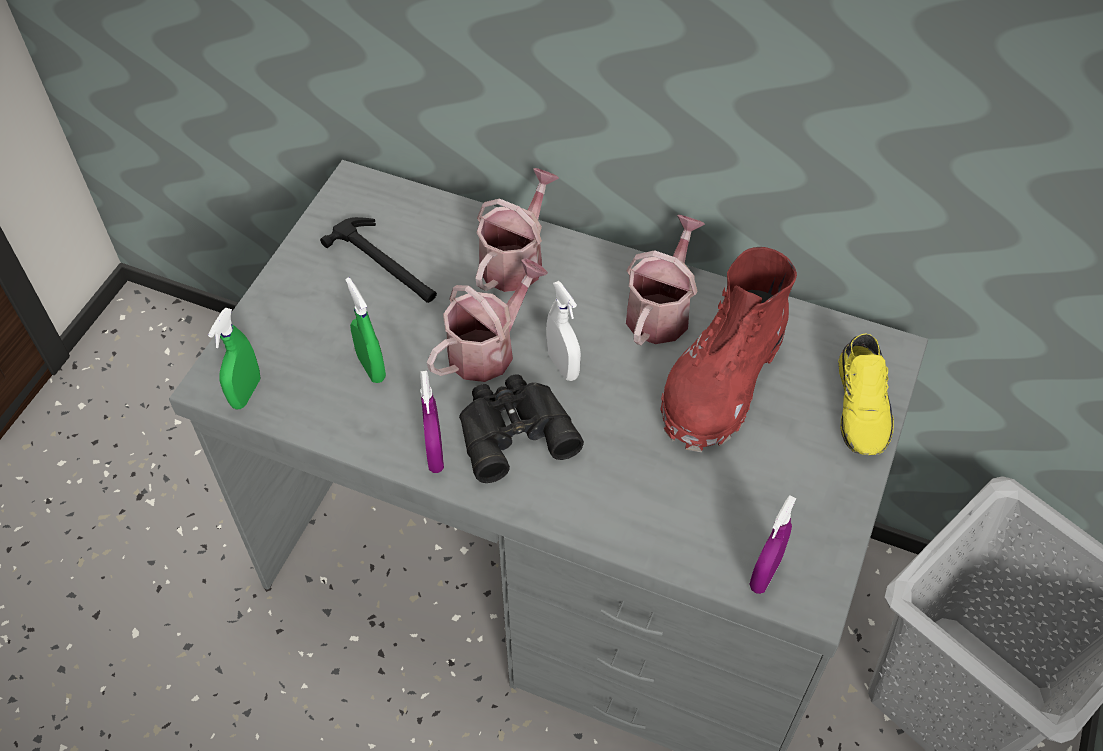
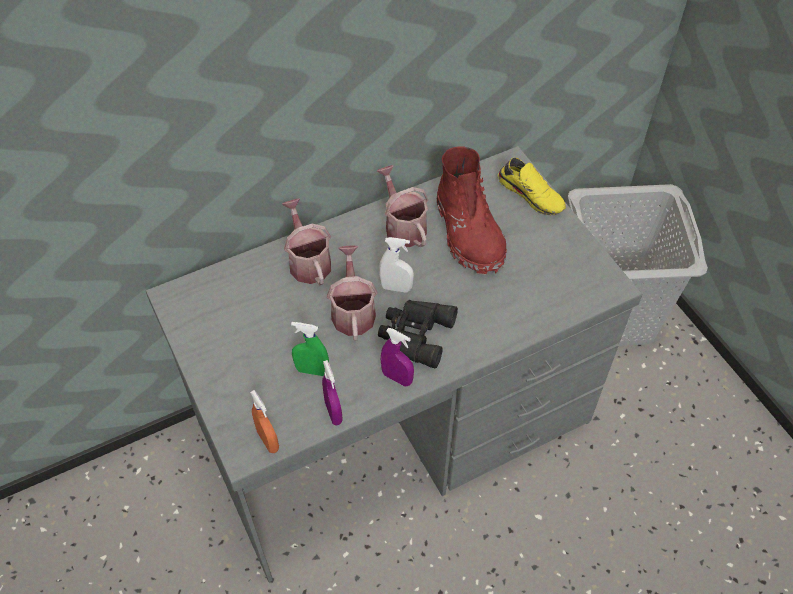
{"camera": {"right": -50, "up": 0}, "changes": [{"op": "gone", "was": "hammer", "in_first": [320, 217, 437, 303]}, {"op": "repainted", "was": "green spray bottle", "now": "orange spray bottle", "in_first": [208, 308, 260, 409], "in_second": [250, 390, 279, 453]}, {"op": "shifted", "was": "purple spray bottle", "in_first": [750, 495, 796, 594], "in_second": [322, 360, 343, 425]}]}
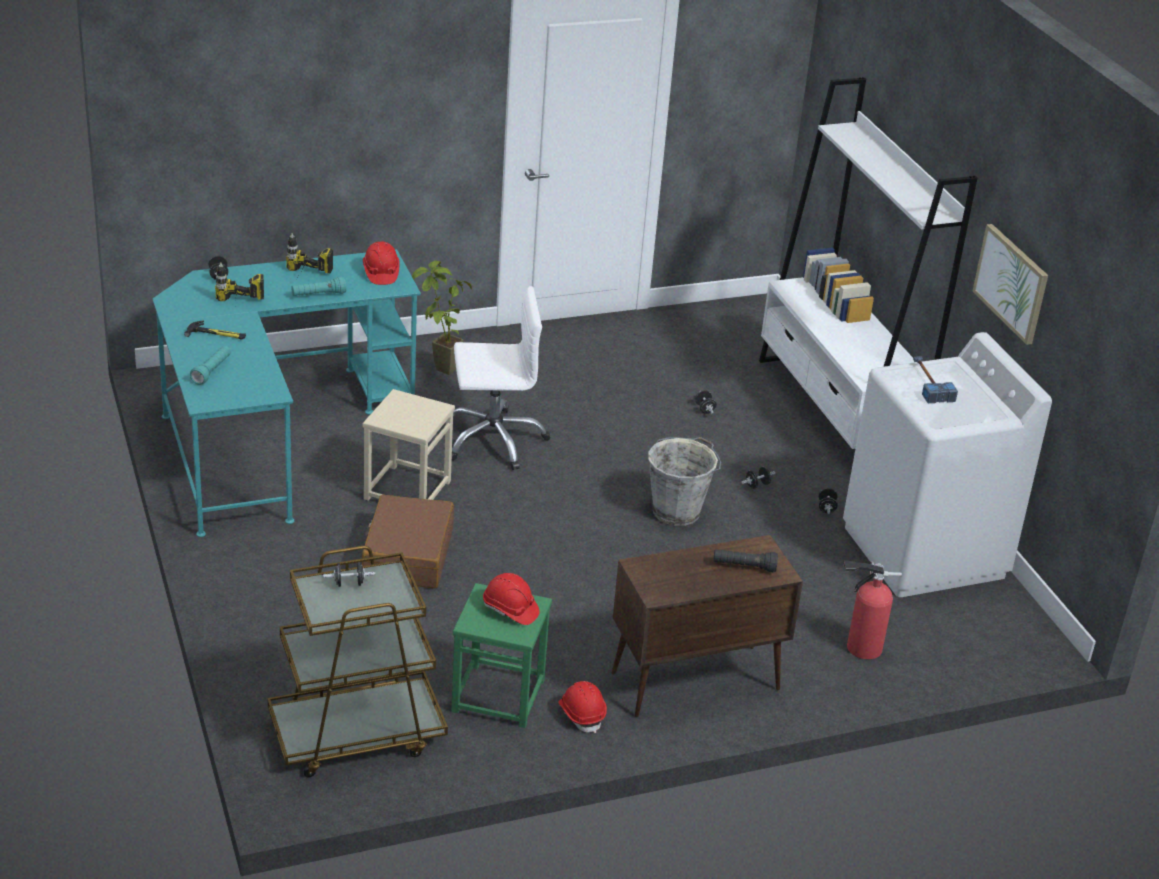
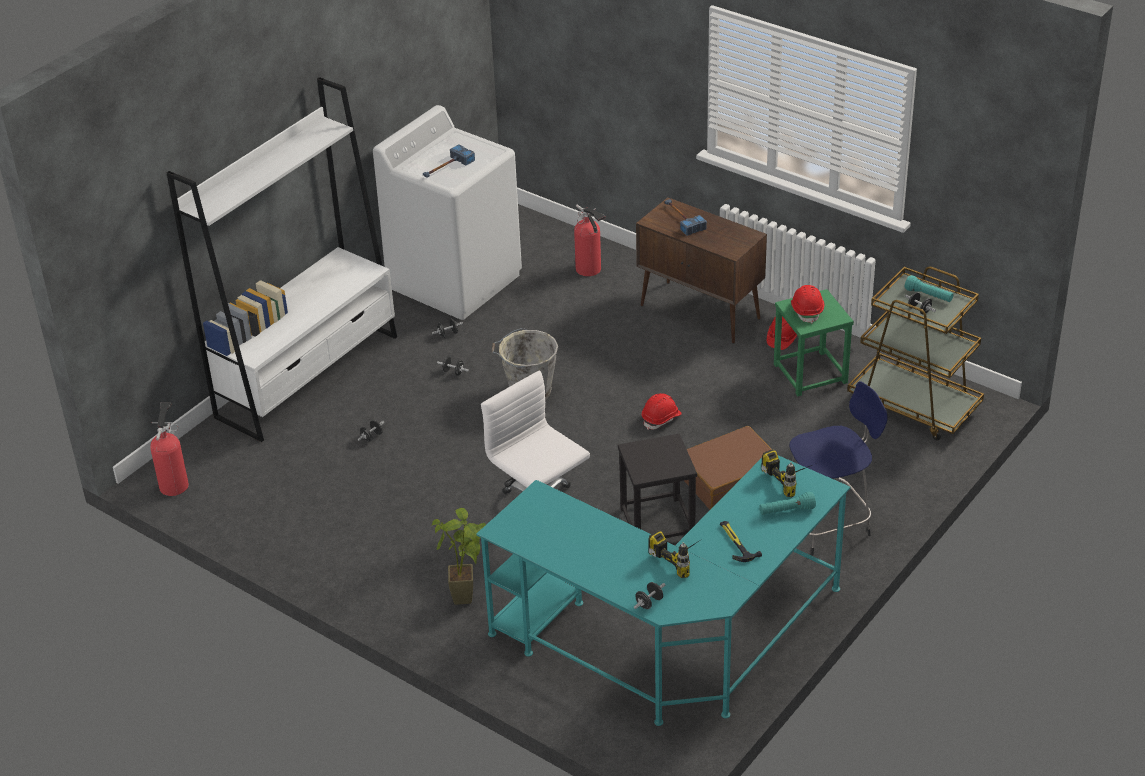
{"camera": {"right": -120, "up": 5}, "changes": [{"op": "gone", "was": "picture", "in_first": [972, 224, 1048, 345]}, {"op": "shifted", "was": "power drill", "in_first": [286, 233, 333, 275], "in_second": [761, 449, 812, 497]}, {"op": "shifted", "was": "red hard hat", "in_first": [363, 242, 400, 285], "in_second": [642, 393, 682, 430]}, {"op": "shifted", "was": "turquoise flashlight", "in_first": [291, 277, 346, 296], "in_second": [905, 275, 953, 302]}, {"op": "repainted", "was": "beige stool", "now": "black stool", "in_first": [363, 389, 455, 501], "in_second": [618, 434, 697, 538]}, {"op": "swapped", "was": "black flashlight", "now": "hammer", "in_first": [713, 549, 778, 572], "in_second": [665, 199, 707, 236]}, {"op": "new", "now": "blue stool", "in_second": [790, 381, 888, 556]}, {"op": "new", "now": "fire extinguisher", "in_second": [150, 402, 189, 496]}]}
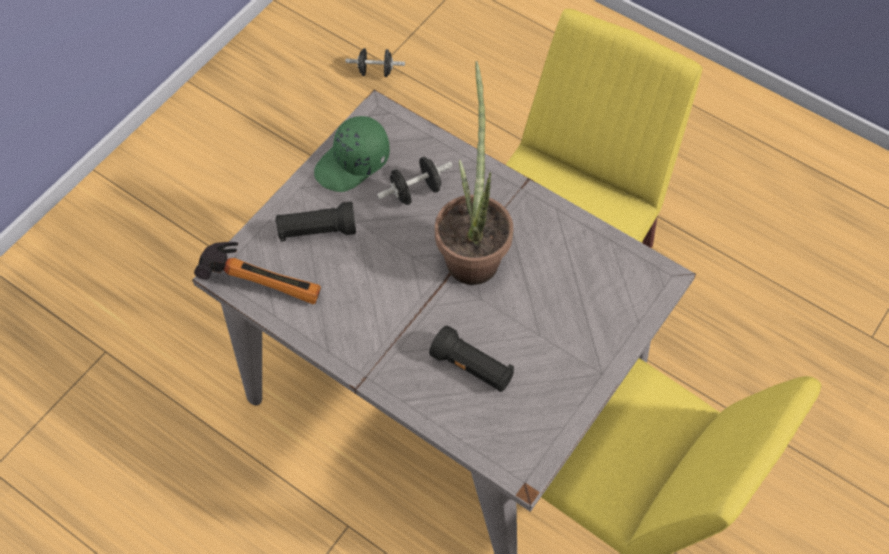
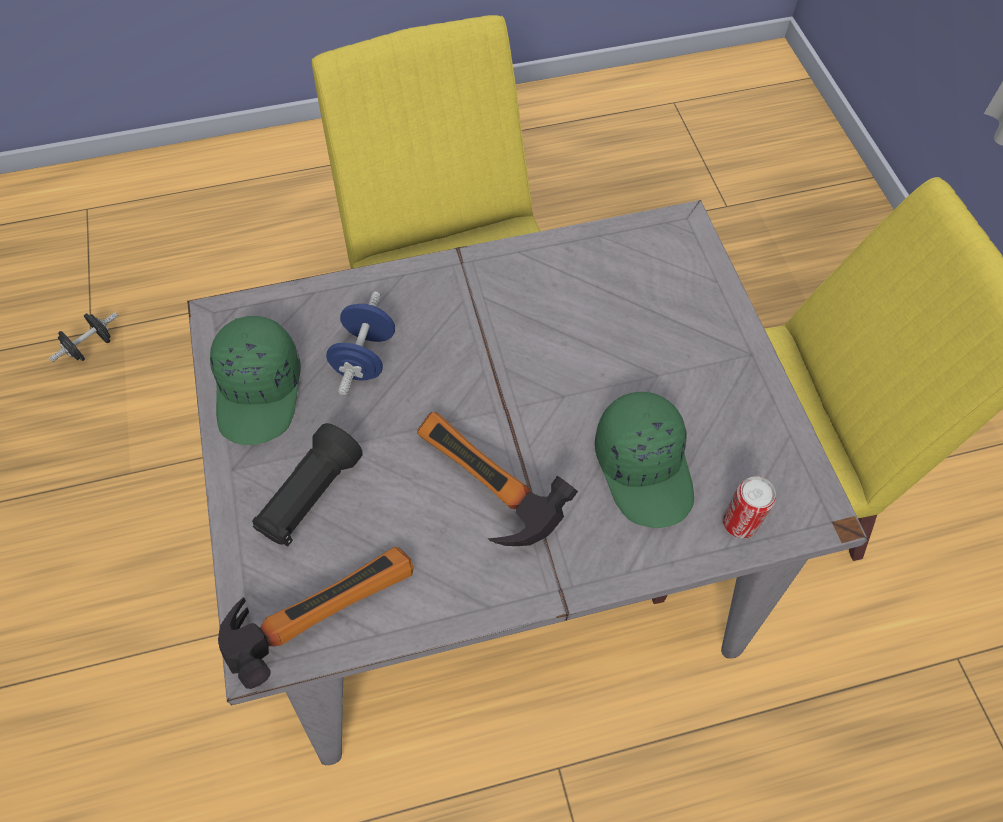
{"camera": {"right": -50, "up": 0}, "changes": [{"op": "gone", "was": "potted plant", "in_first": [435, 61, 513, 285]}, {"op": "repainted", "was": "black dumbbell", "now": "blue dumbbell", "in_first": [377, 157, 453, 205], "in_second": [326, 292, 395, 396]}, {"op": "swapped", "was": "black flashlight", "now": "green cap", "in_first": [429, 326, 514, 392], "in_second": [595, 392, 694, 528]}, {"op": "new", "now": "hammer", "in_second": [417, 412, 578, 546]}, {"op": "new", "now": "can", "in_second": [723, 476, 776, 538]}]}
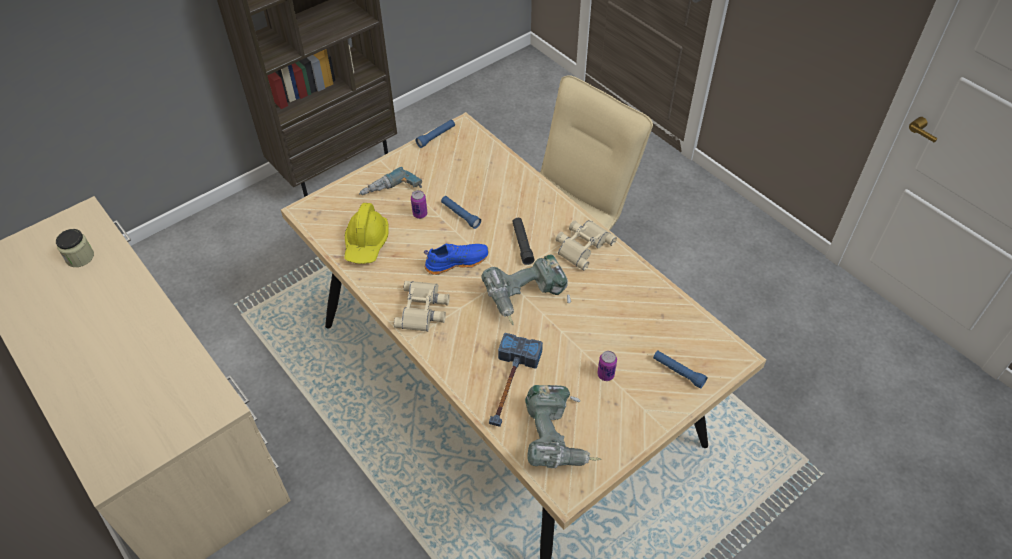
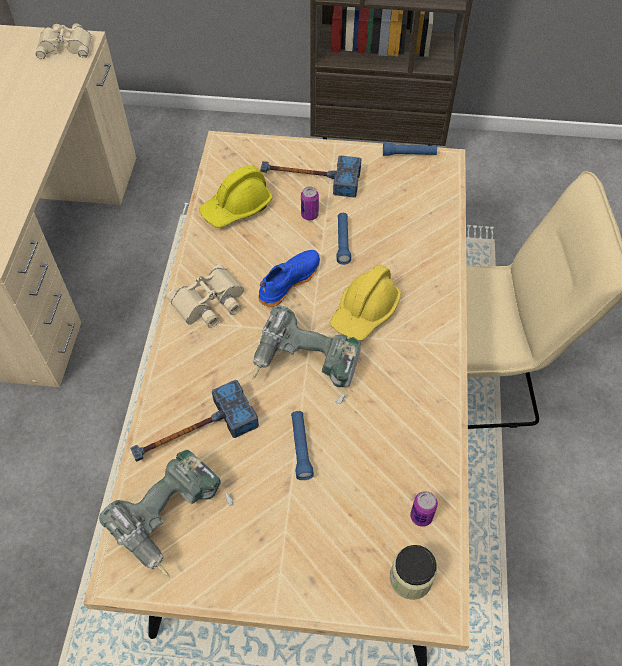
{"camera": {"right": 45, "up": 5}, "changes": [{"op": "swapped", "was": "power drill", "now": "hammer", "in_first": [359, 167, 422, 195], "in_second": [260, 156, 361, 198]}, {"op": "swapped", "was": "black flashlight", "now": "yellow hard hat", "in_first": [512, 218, 535, 265], "in_second": [330, 264, 401, 341]}, {"op": "shifted", "was": "beige binoculars", "in_first": [556, 220, 617, 270], "in_second": [36, 23, 92, 59]}, {"op": "shifted", "was": "jar", "in_first": [56, 229, 94, 267], "in_second": [390, 545, 437, 600]}, {"op": "rotated", "was": "blue shoe", "in_first": [424, 244, 488, 275], "in_second": [258, 250, 320, 307], "clockwise": -75}, {"op": "shifted", "was": "blue flashlight", "in_first": [653, 350, 708, 389], "in_second": [291, 411, 314, 480]}, {"op": "shifted", "was": "can", "in_first": [597, 351, 617, 381], "in_second": [410, 491, 438, 527]}]}
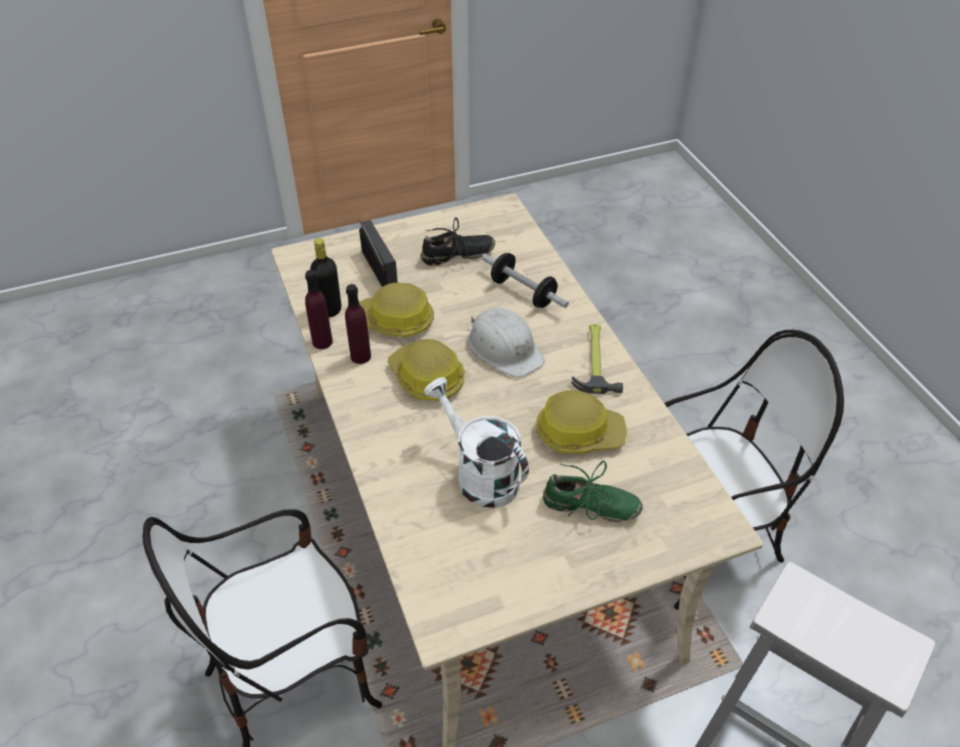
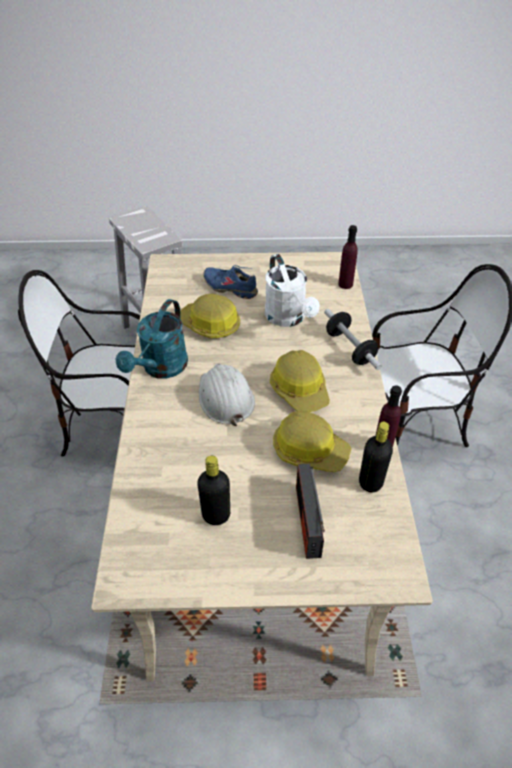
{"camera": {"right": -160, "up": 0}, "changes": [{"op": "swapped", "was": "black shoe", "now": "black bottle", "in_first": [421, 217, 496, 266], "in_second": [197, 456, 230, 525]}, {"op": "shifted", "was": "dumbbell", "in_first": [481, 253, 569, 308], "in_second": [324, 309, 382, 370]}, {"op": "shifted", "was": "purple bottle", "in_first": [345, 284, 371, 364], "in_second": [338, 225, 358, 289]}, {"op": "swapped", "was": "hammer", "now": "turquoise watering can", "in_first": [572, 324, 623, 394], "in_second": [116, 299, 188, 378]}, {"op": "repainted", "was": "green shoe", "now": "blue shoe", "in_first": [543, 461, 643, 522], "in_second": [203, 265, 258, 299]}]}
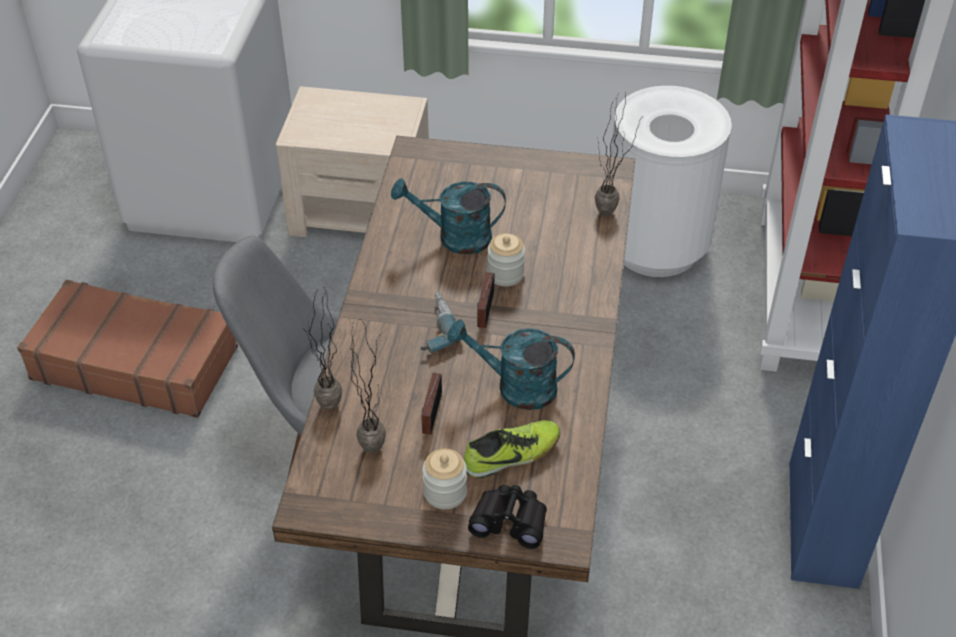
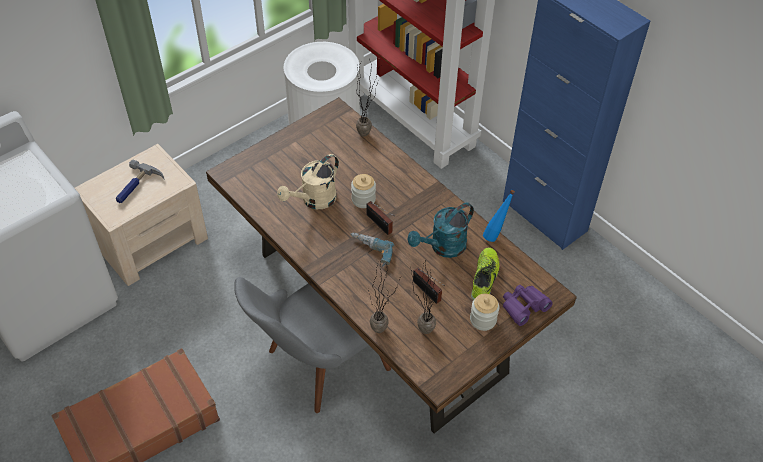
{"camera": {"right": -50, "up": 5}, "changes": [{"op": "repainted", "was": "turquoise watering can", "now": "beige watering can", "in_first": [391, 178, 506, 255], "in_second": [277, 154, 339, 209]}, {"op": "repainted", "was": "black binoculars", "now": "purple binoculars", "in_first": [468, 485, 547, 549], "in_second": [503, 285, 553, 326]}, {"op": "new", "now": "hammer", "in_second": [116, 159, 165, 203]}, {"op": "new", "now": "blue bottle", "in_second": [483, 190, 515, 242]}]}
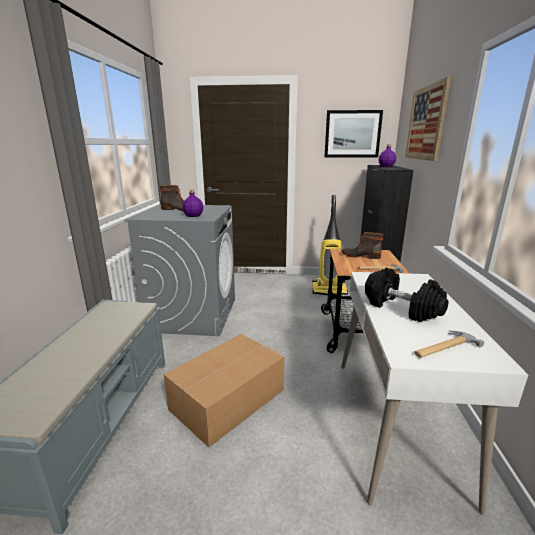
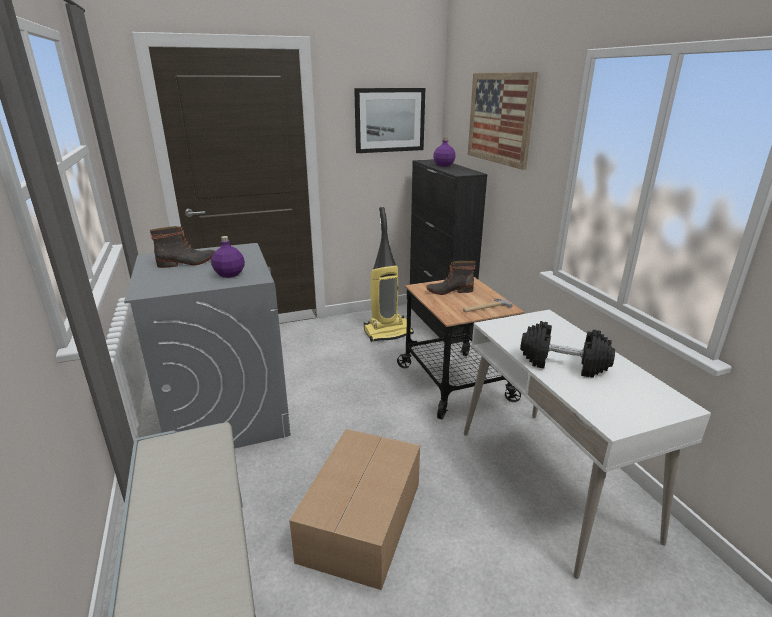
{"camera": {"right": -25, "up": 5}, "changes": [{"op": "gone", "was": "hammer", "in_first": [414, 330, 484, 358]}]}
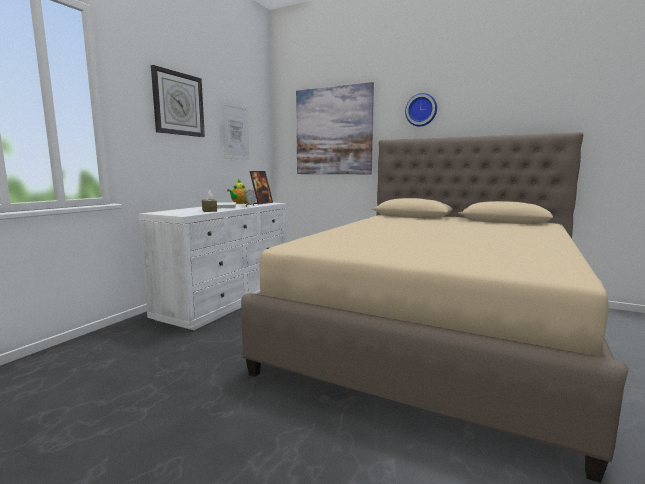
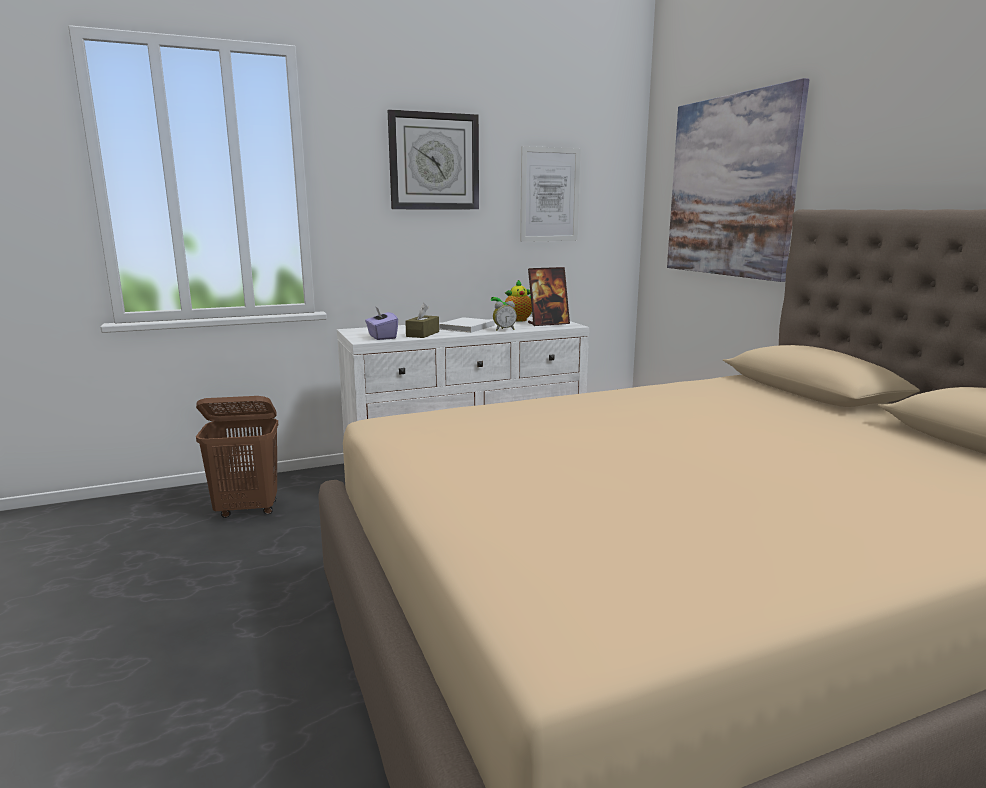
{"camera": {"right": 40, "up": 5}, "changes": [{"op": "gone", "was": "wall clock", "in_first": [405, 93, 437, 127]}, {"op": "new", "now": "purple tissue box", "in_second": [365, 306, 398, 340]}, {"op": "new", "now": "brown laundry basket", "in_second": [196, 396, 278, 518]}]}
